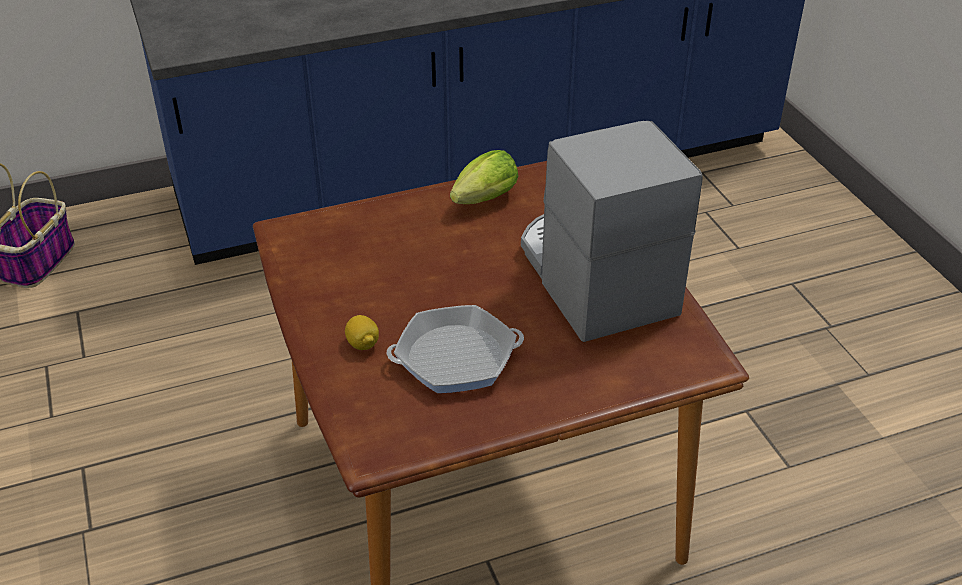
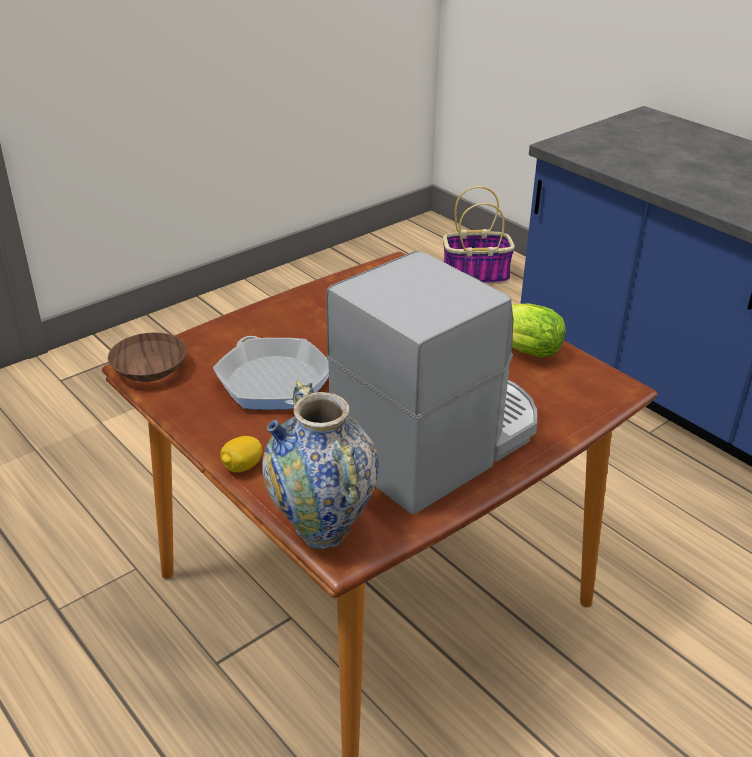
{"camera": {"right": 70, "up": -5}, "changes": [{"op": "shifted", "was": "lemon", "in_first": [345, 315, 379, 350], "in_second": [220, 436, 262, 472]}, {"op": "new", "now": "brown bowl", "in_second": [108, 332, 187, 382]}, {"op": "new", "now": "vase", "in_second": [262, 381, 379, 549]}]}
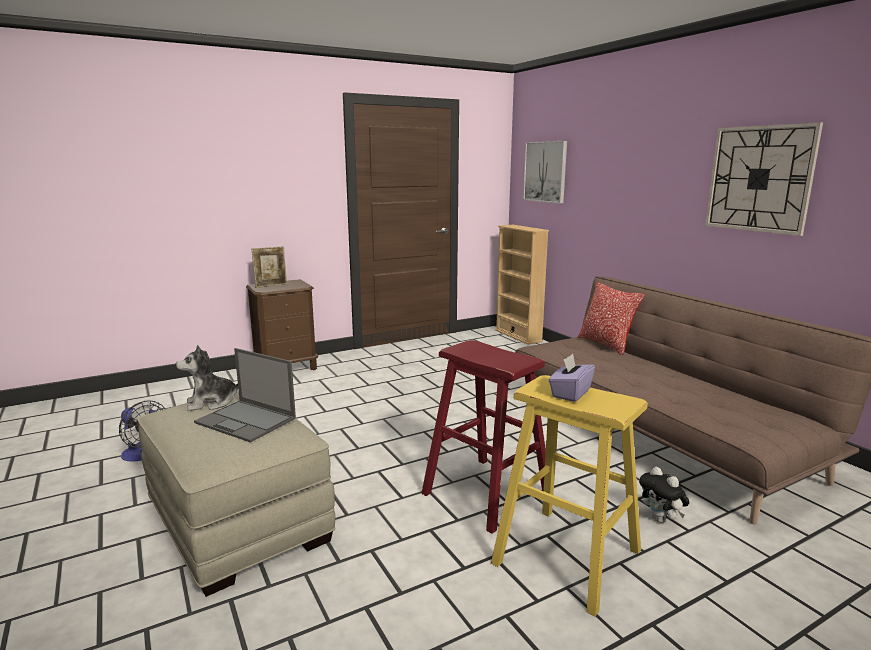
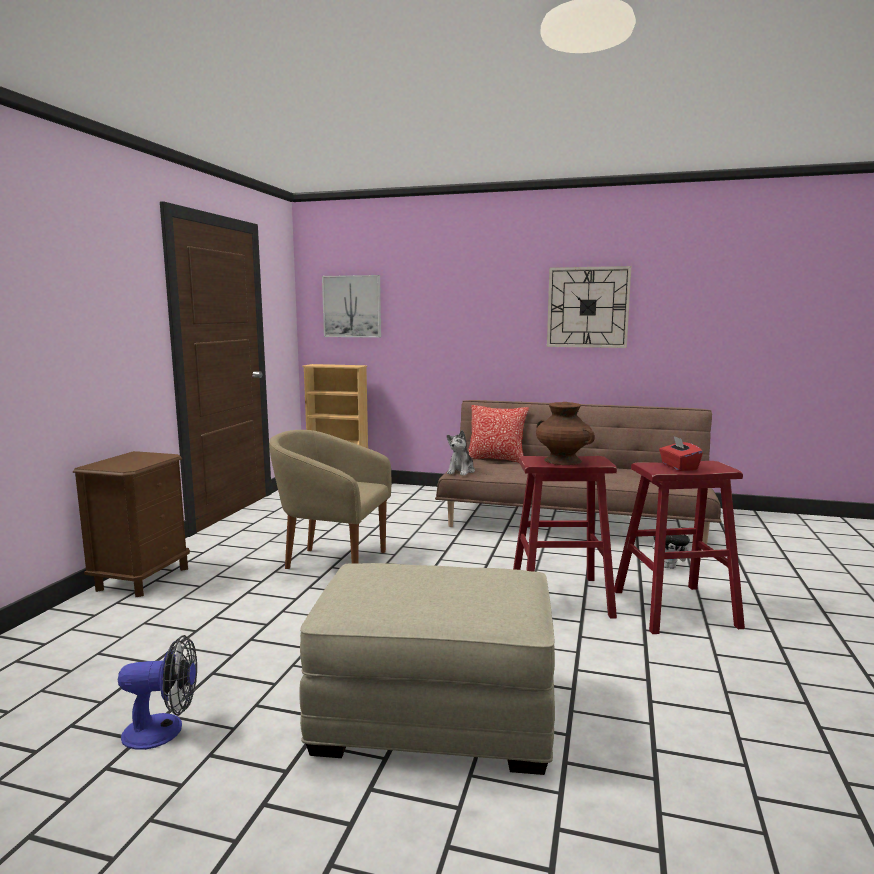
{"camera": {"right": -45, "up": -5}, "changes": [{"op": "gone", "was": "picture frame", "in_first": [252, 247, 287, 288]}, {"op": "shifted", "was": "plush toy", "in_first": [176, 345, 238, 411], "in_second": [447, 430, 475, 476]}, {"op": "gone", "was": "laptop", "in_first": [194, 348, 296, 442]}, {"op": "repainted", "was": "purple tissue box", "now": "red tissue box", "in_first": [549, 354, 595, 402], "in_second": [659, 436, 703, 471]}, {"op": "repainted", "was": "yellow stool", "now": "red stool", "in_first": [491, 375, 648, 616], "in_second": [614, 461, 745, 634]}, {"op": "new", "now": "brown vase", "in_second": [536, 402, 595, 465]}, {"op": "new", "now": "beige armchair", "in_second": [269, 430, 391, 569]}]}
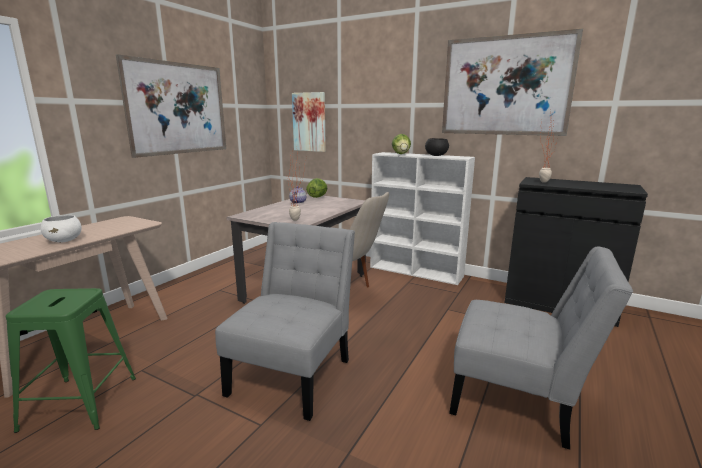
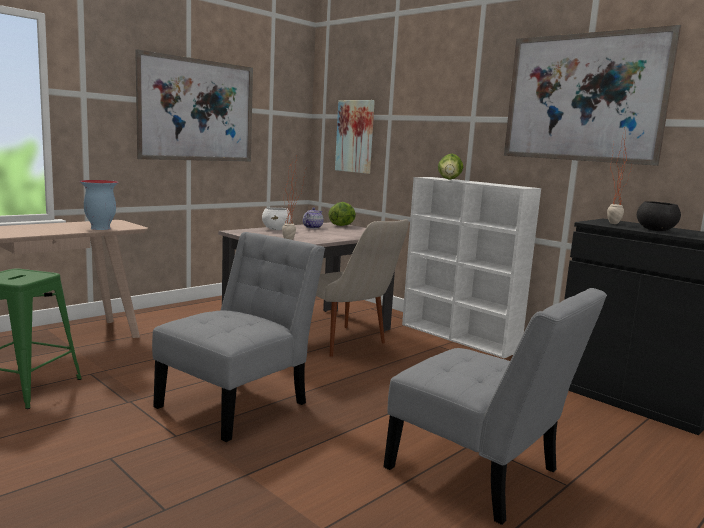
{"camera": {"right": 15, "up": -5}, "changes": [{"op": "shifted", "was": "black bowl", "in_first": [425, 138, 449, 156], "in_second": [637, 201, 681, 231]}, {"op": "shifted", "was": "white bowl", "in_first": [40, 215, 82, 243], "in_second": [262, 207, 291, 230]}, {"op": "new", "now": "vase", "in_second": [80, 180, 119, 230]}]}
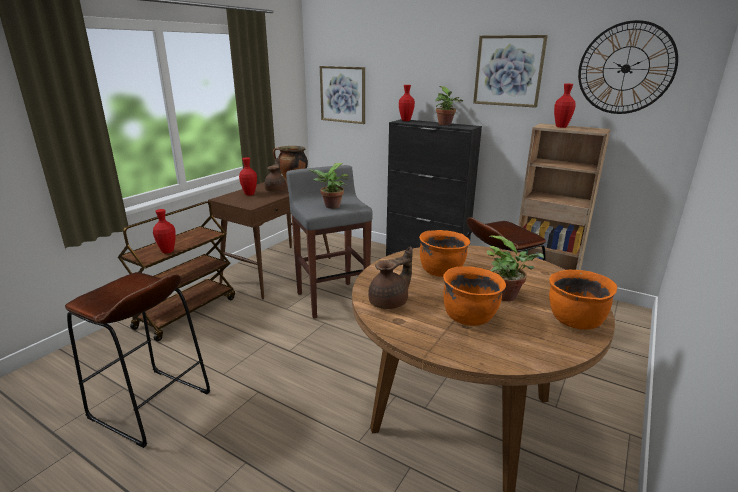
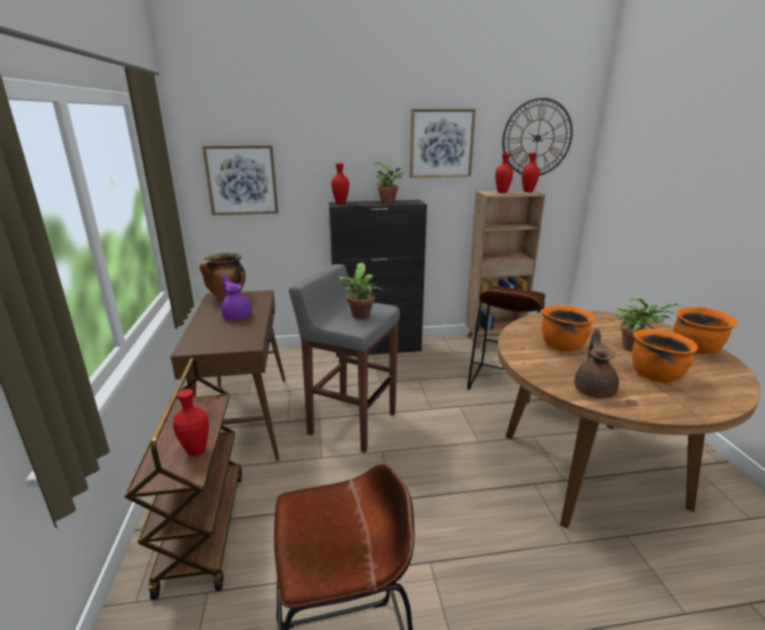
{"camera": {"right": -40, "up": 0}, "changes": [{"op": "shifted", "was": "red vase", "in_first": [239, 157, 257, 196], "in_second": [522, 153, 540, 192]}, {"op": "repainted", "was": "brown teapot", "now": "purple teapot", "in_first": [264, 158, 287, 192], "in_second": [221, 273, 252, 320]}]}
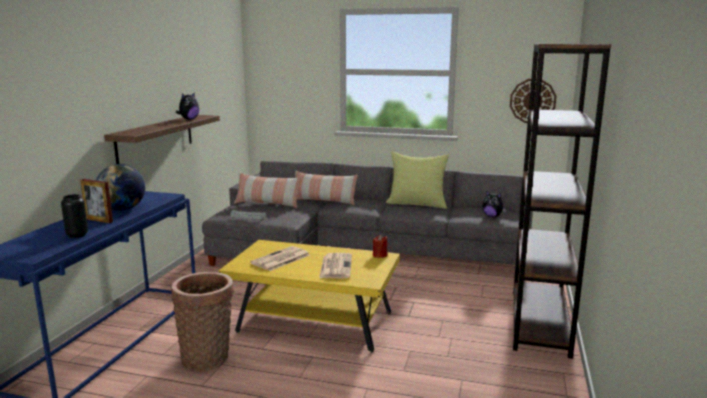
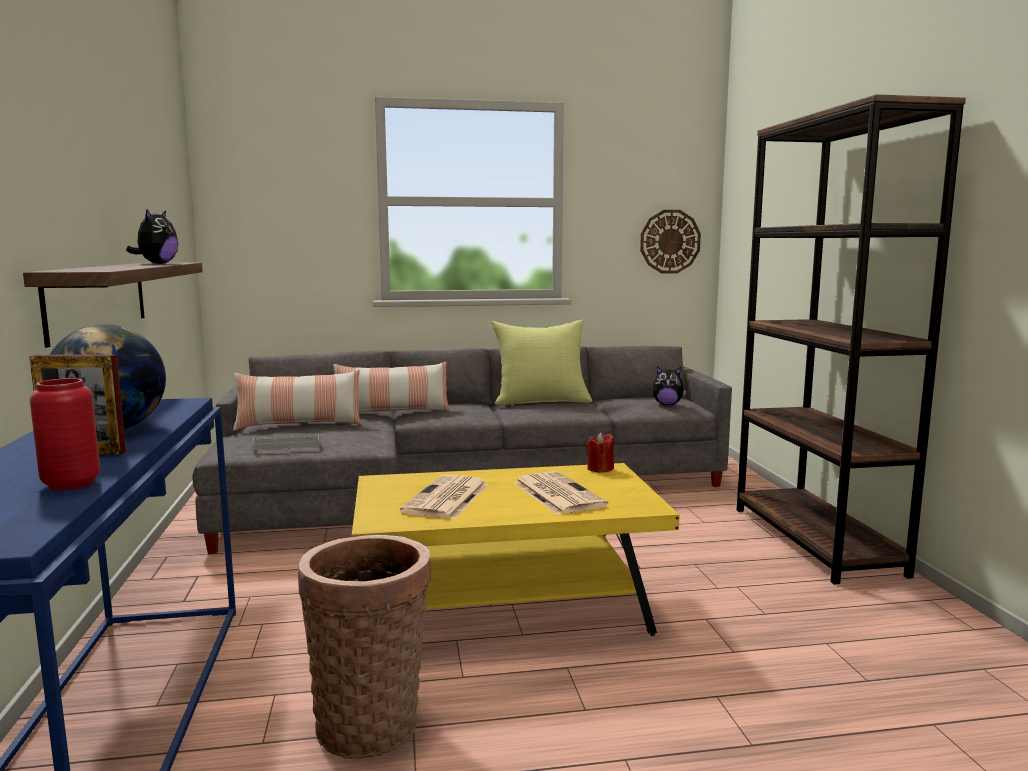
{"camera": {"right": -25, "up": -5}, "changes": [{"op": "repainted", "was": "black vase", "now": "red vase", "in_first": [61, 194, 88, 238], "in_second": [30, 378, 100, 490]}]}
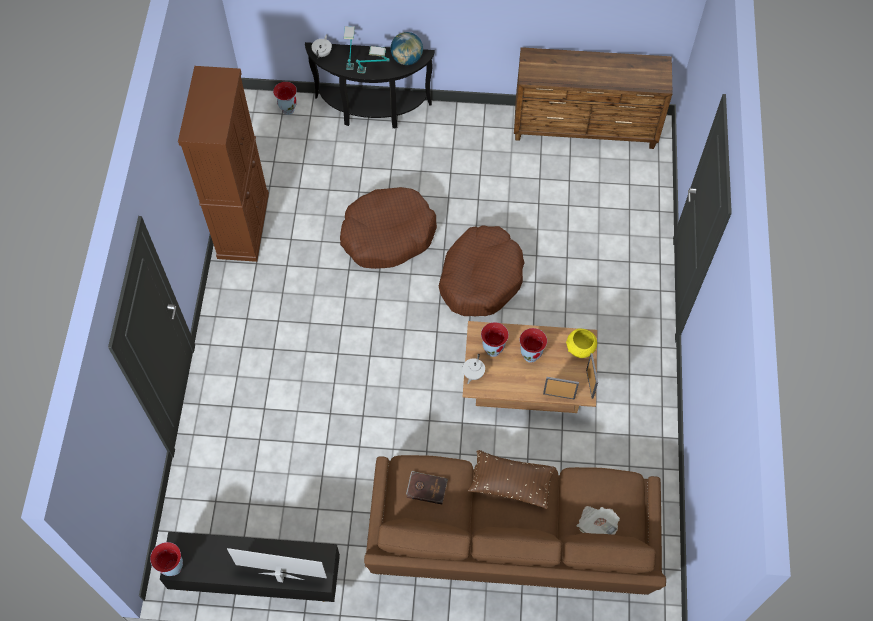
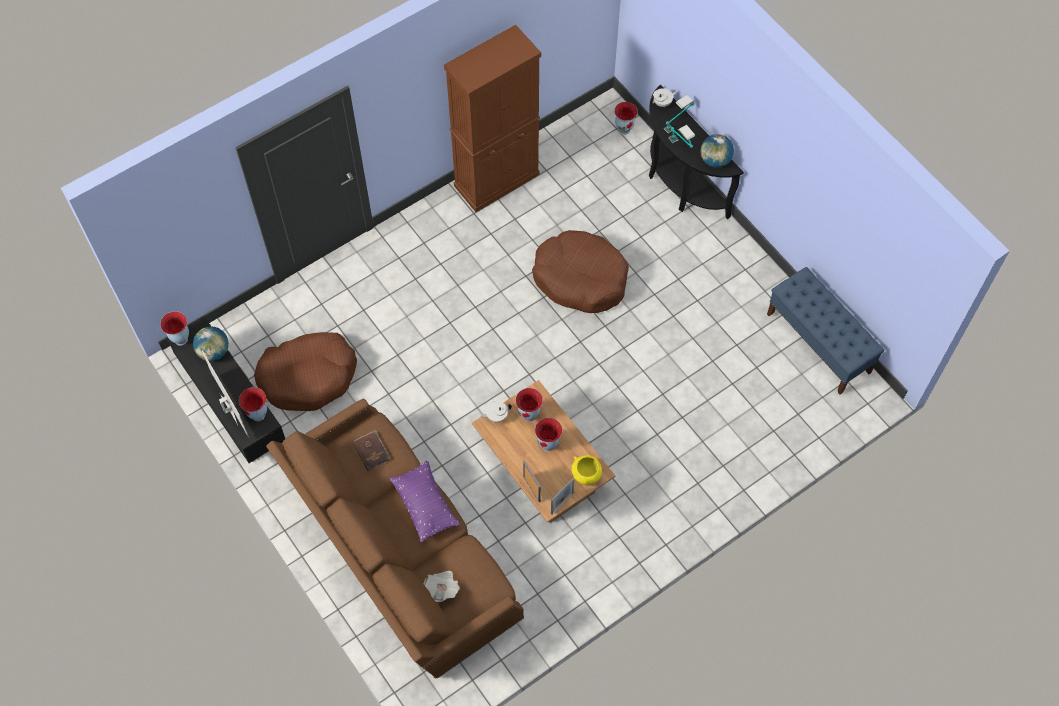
{"camera": {"right": 50, "up": 0}, "changes": [{"op": "swapped", "was": "brown dresser", "now": "blue bench", "in_first": [514, 47, 673, 149], "in_second": [767, 267, 884, 394]}, {"op": "shifted", "was": "brown dog bed", "in_first": [439, 225, 525, 316], "in_second": [254, 332, 357, 411]}, {"op": "repainted", "was": "brown pillow", "now": "purple pillow", "in_first": [468, 450, 556, 509], "in_second": [389, 460, 460, 542]}, {"op": "new", "now": "globe", "in_second": [193, 326, 229, 361]}, {"op": "new", "now": "vase", "in_second": [239, 387, 267, 421]}]}
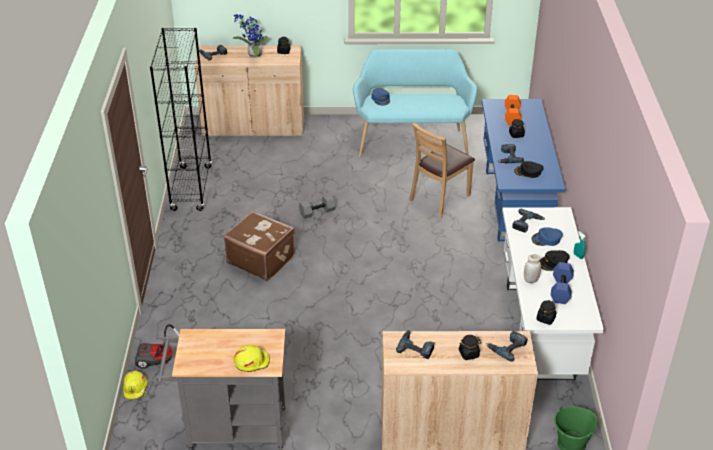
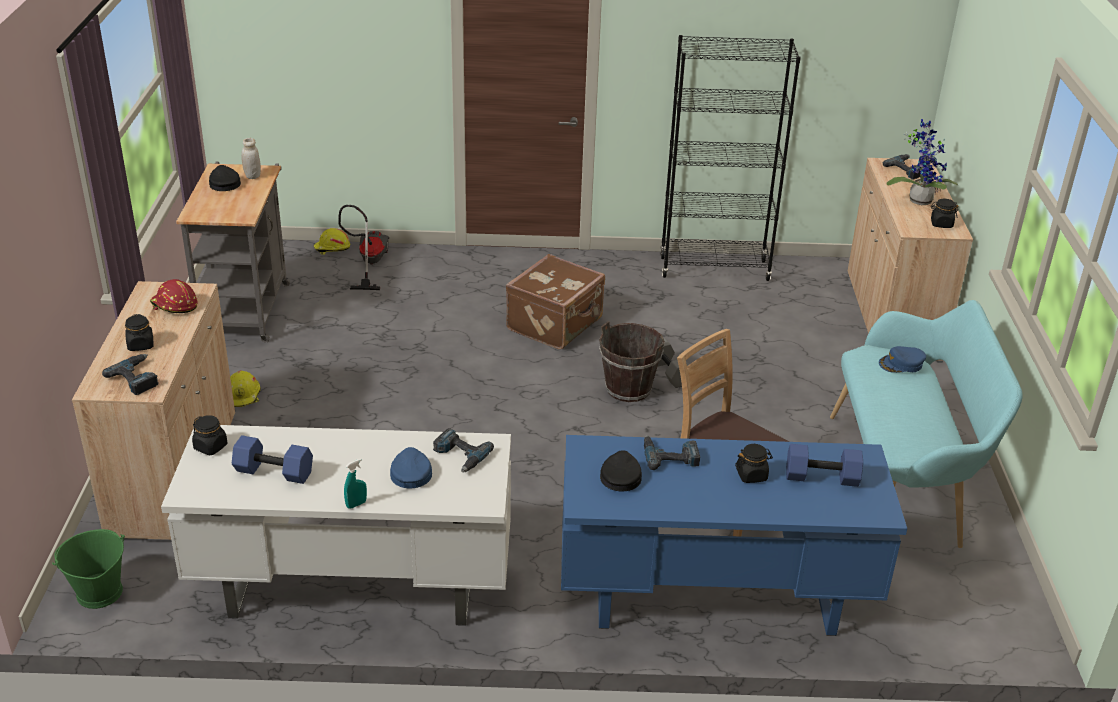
{"camera": {"right": 90, "up": -5}, "changes": [{"op": "repainted", "was": "orange dumbbell", "now": "blue dumbbell", "in_first": [505, 95, 522, 125], "in_second": [786, 444, 863, 487]}, {"op": "shifted", "was": "black cap", "in_first": [539, 250, 569, 271], "in_second": [209, 165, 241, 191]}, {"op": "shifted", "was": "white jar", "in_first": [524, 254, 541, 283], "in_second": [241, 138, 261, 179]}, {"op": "swapped", "was": "power drill", "now": "red hard hat", "in_first": [396, 330, 435, 359], "in_second": [150, 279, 198, 313]}, {"op": "shifted", "was": "yellow hard hat", "in_first": [234, 345, 270, 372], "in_second": [230, 370, 261, 407]}, {"op": "new", "now": "brown bucket", "in_second": [599, 321, 665, 402]}]}
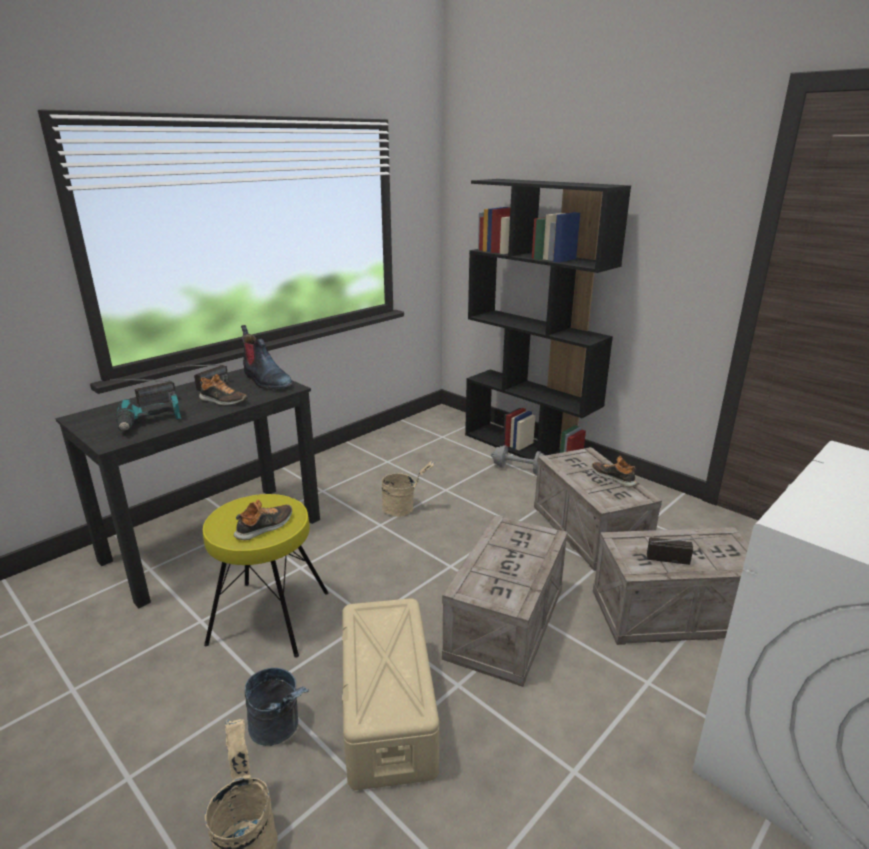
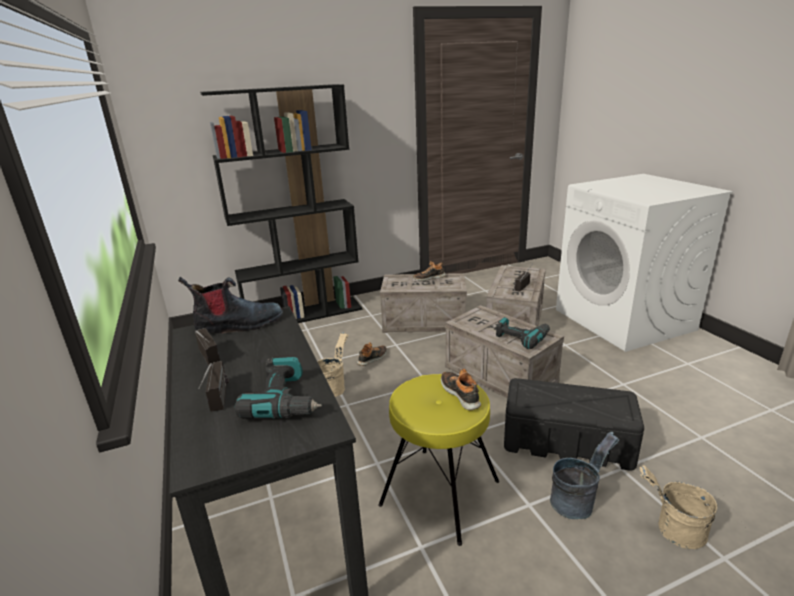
{"camera": {"right": -65, "up": 0}, "changes": [{"op": "shifted", "was": "shoe", "in_first": [199, 374, 248, 405], "in_second": [357, 342, 387, 366]}, {"op": "gone", "was": "grey dumbbell", "in_first": [491, 445, 544, 474]}, {"op": "repainted", "was": "beige storage box", "now": "black storage box", "in_first": [342, 599, 439, 790], "in_second": [504, 378, 644, 471]}, {"op": "new", "now": "power drill", "in_second": [496, 317, 550, 349]}]}
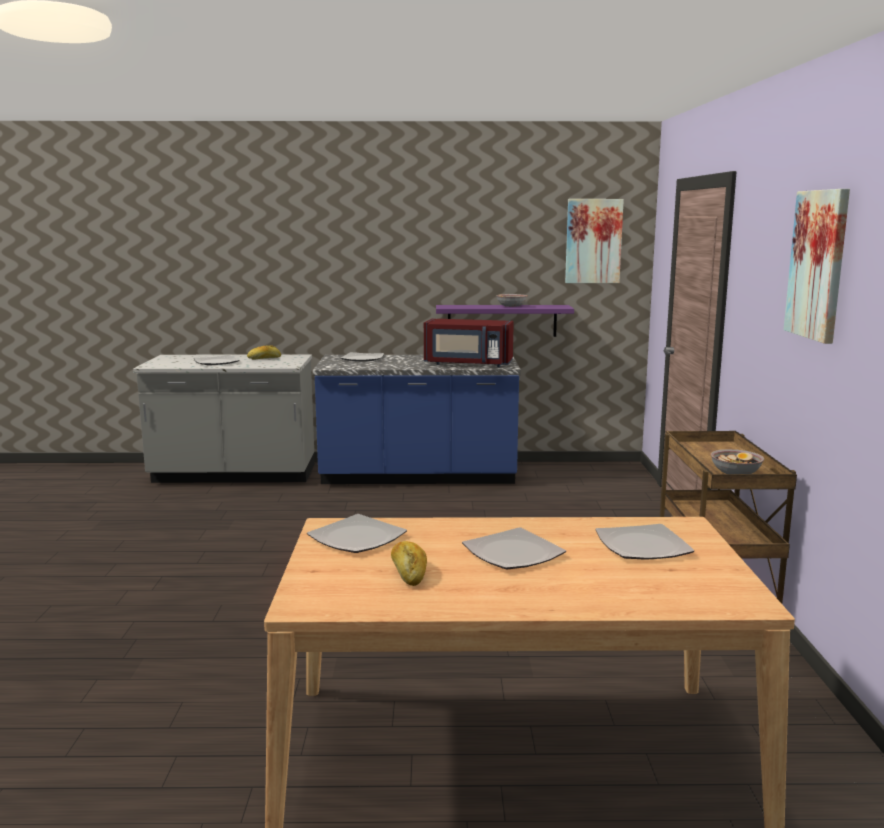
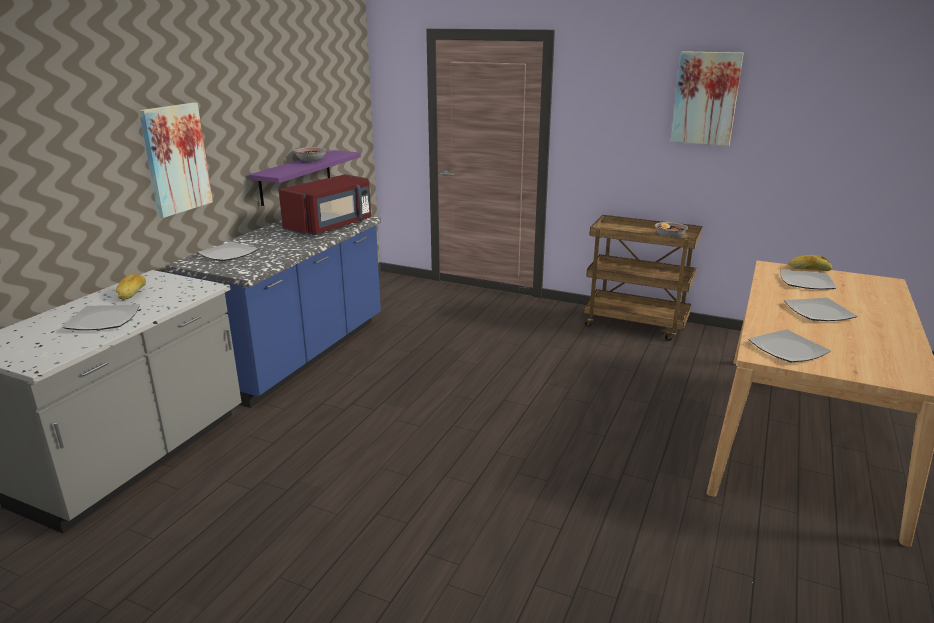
{"camera": {"right": -65, "up": 10}, "changes": [{"op": "shifted", "was": "picture", "in_first": [565, 199, 624, 283], "in_second": [139, 103, 213, 218]}, {"op": "shifted", "was": "bread", "in_first": [391, 541, 427, 586], "in_second": [788, 255, 832, 271]}]}
